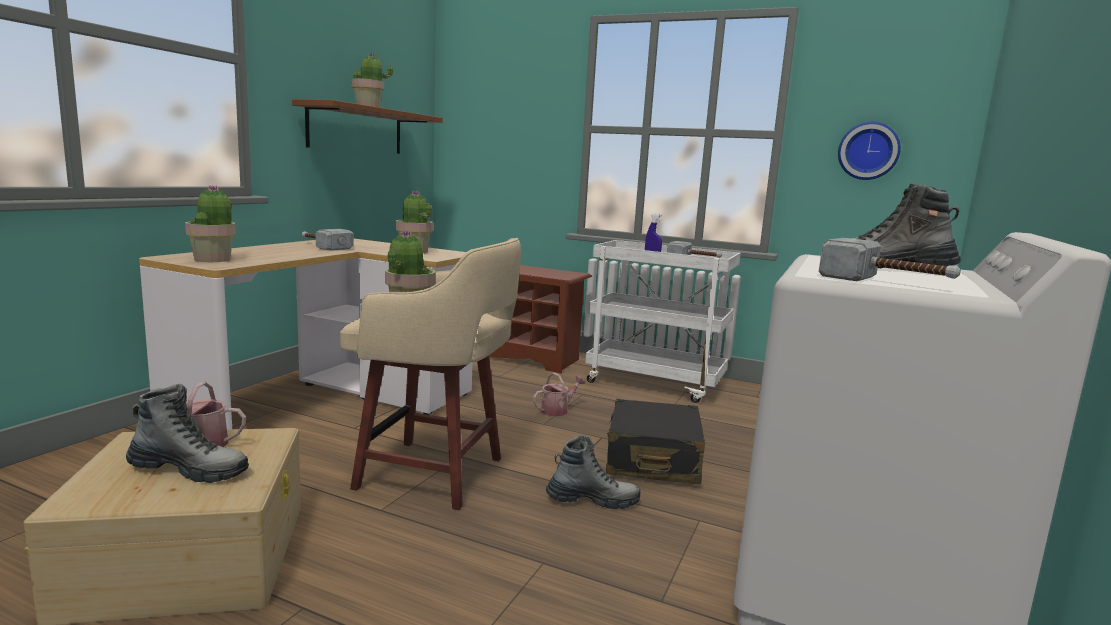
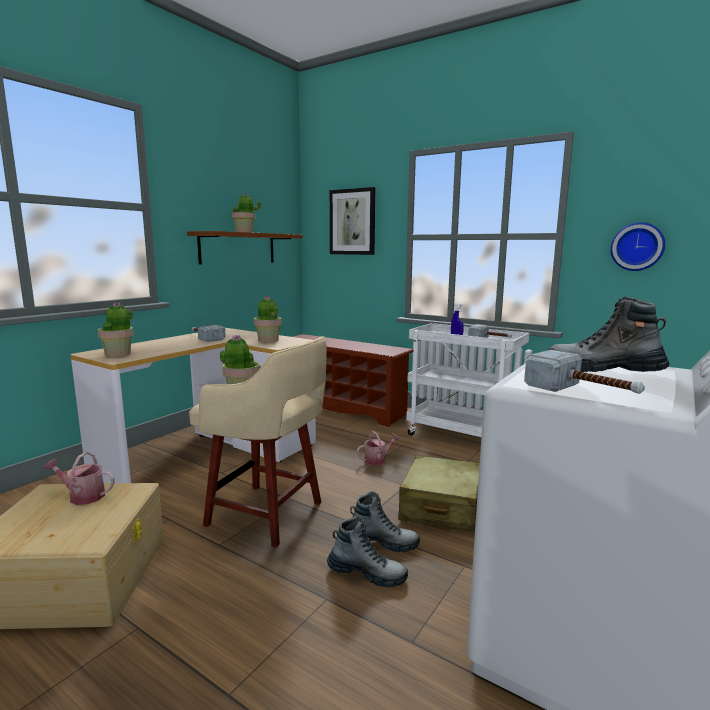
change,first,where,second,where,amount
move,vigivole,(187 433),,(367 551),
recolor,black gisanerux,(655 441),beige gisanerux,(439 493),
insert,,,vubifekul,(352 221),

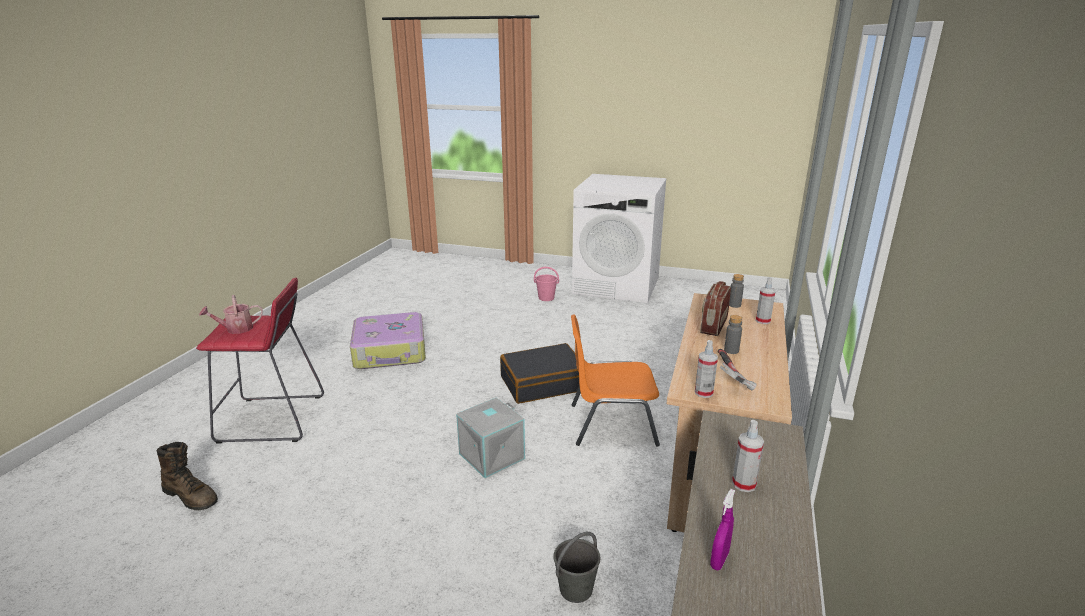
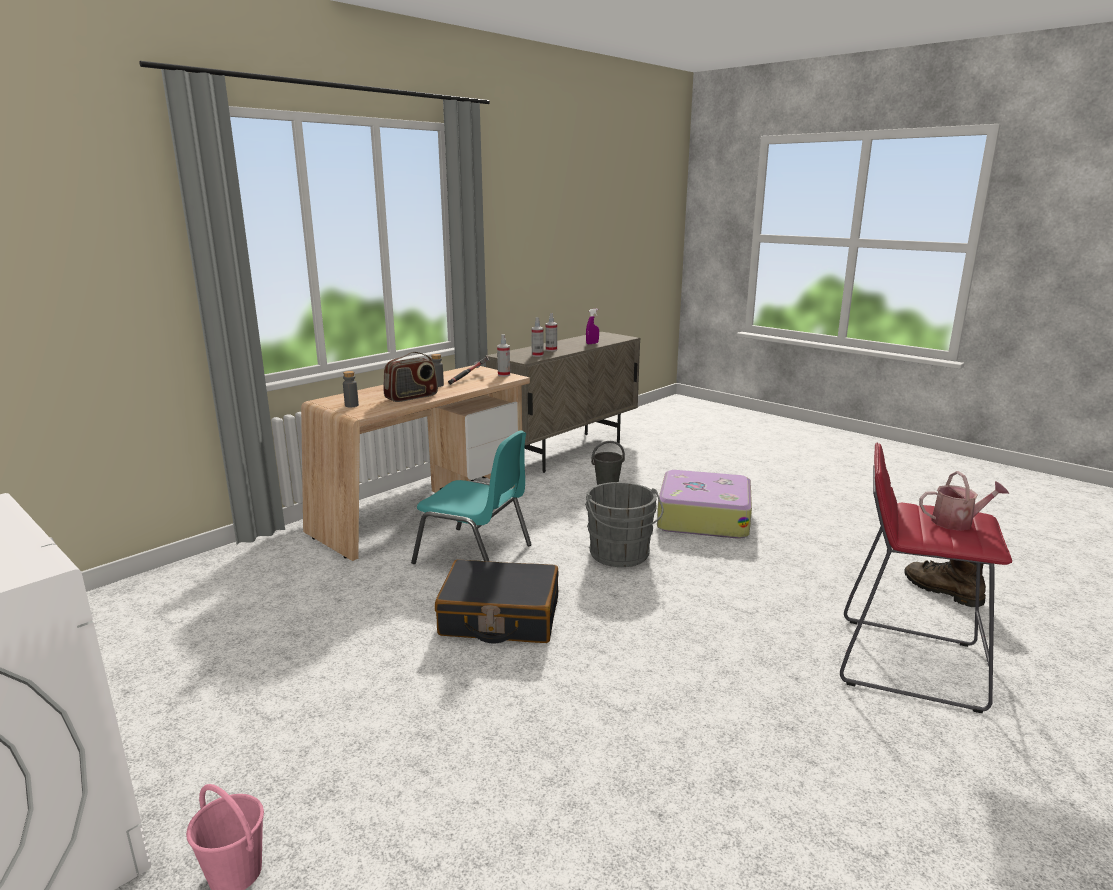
change,first,where,second,where,amount
move,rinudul,(766 300),,(537 337),
move,gisanerux,(388 340),,(704 504),
recolor,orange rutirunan,(615 380),turquoise rutirunan,(471 497),
replace,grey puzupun,(490 438),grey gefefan,(624 524),

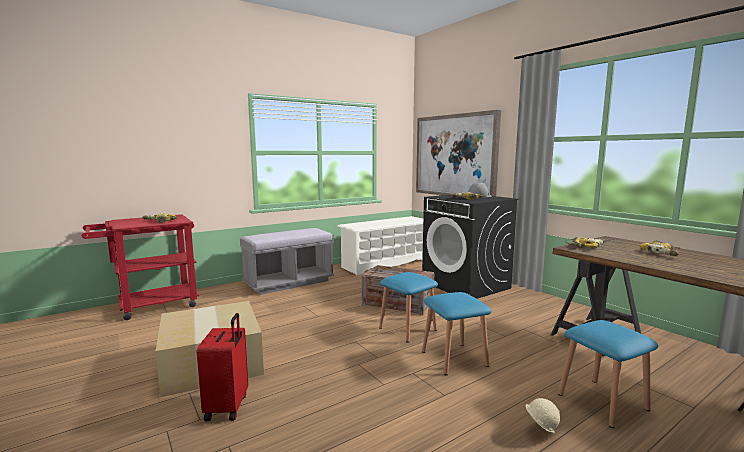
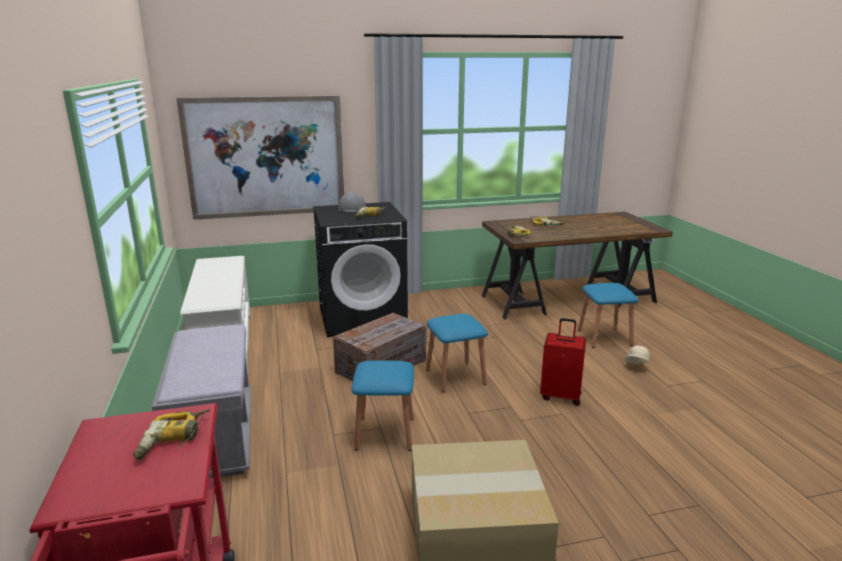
change,first,where,second,where,amount
move,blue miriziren,(456 333),,(383 406),
move,red gisanerux,(222 367),,(563 362),

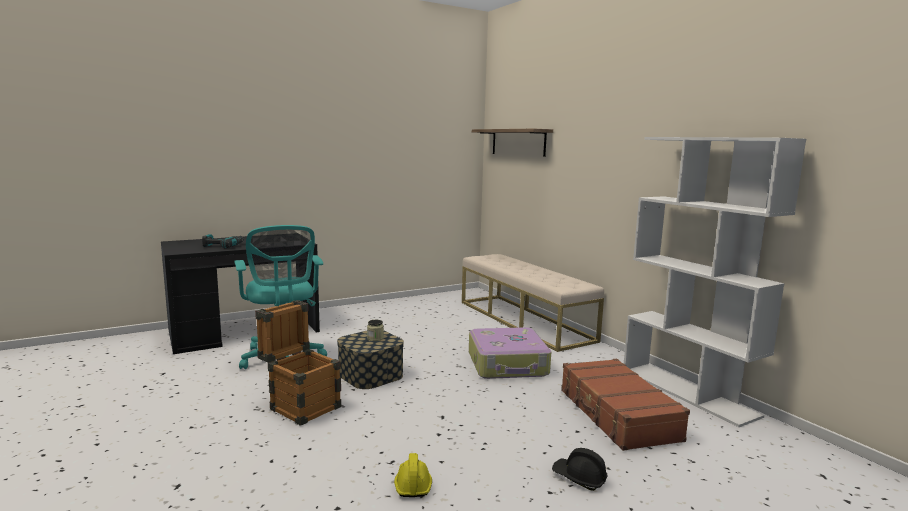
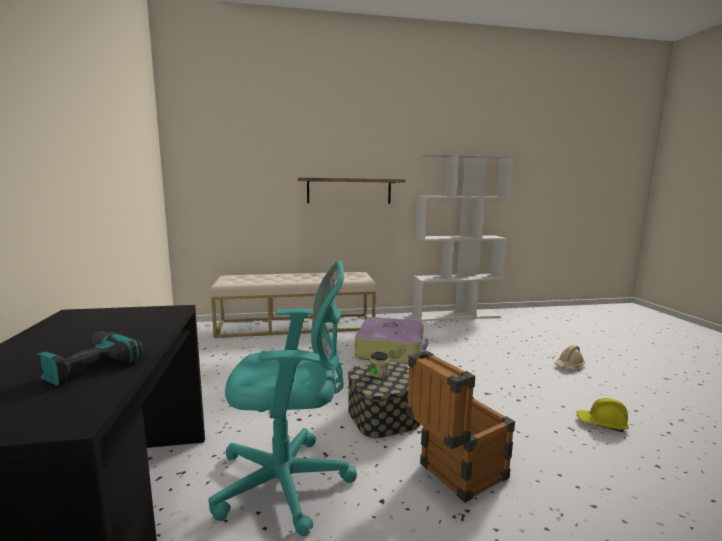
change,first,where,second,where,amount
move,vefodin,(512 143),,(351 191),
delete,brown gisanerux,(625 405),,,
recolor,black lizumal,(580 469),beige lizumal,(569 357),

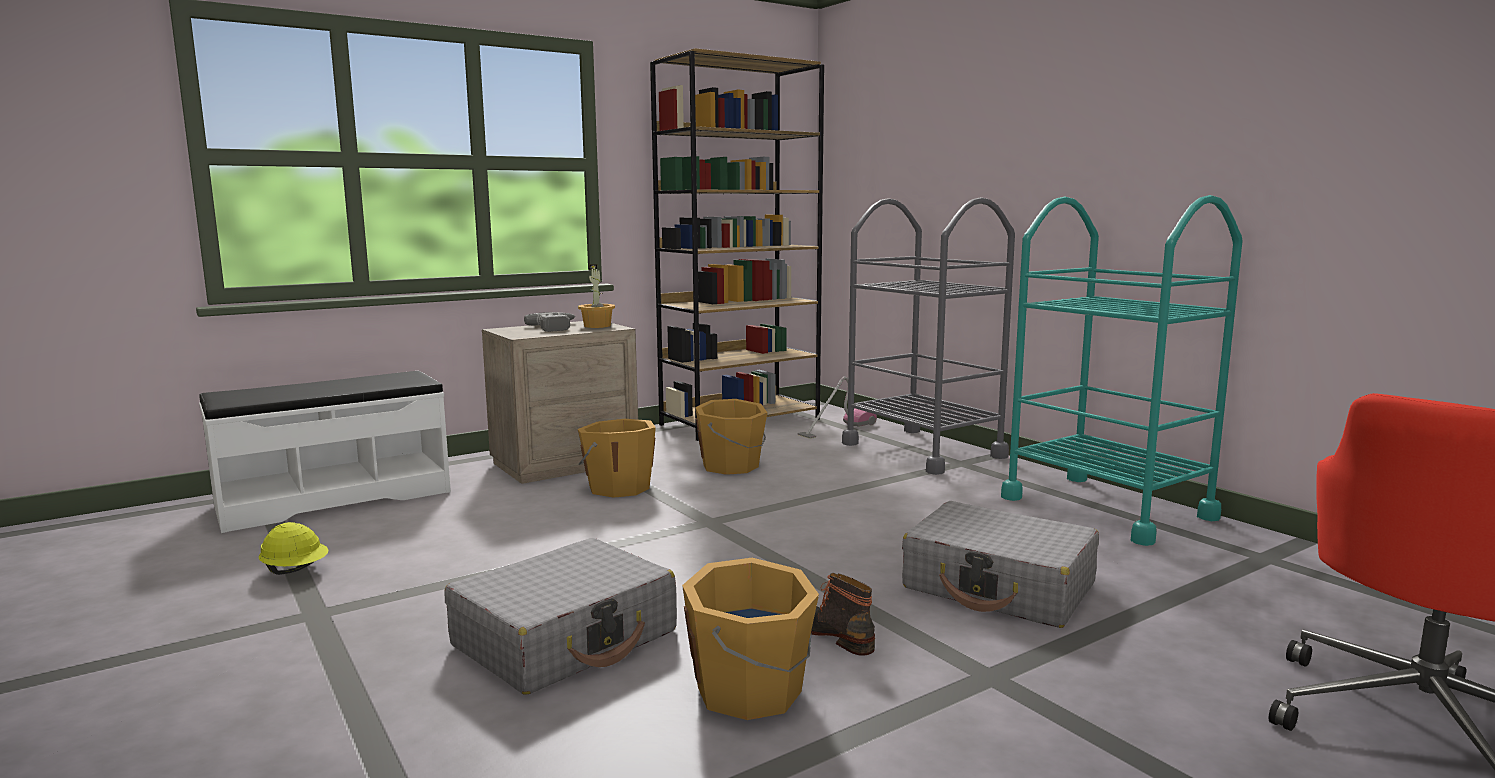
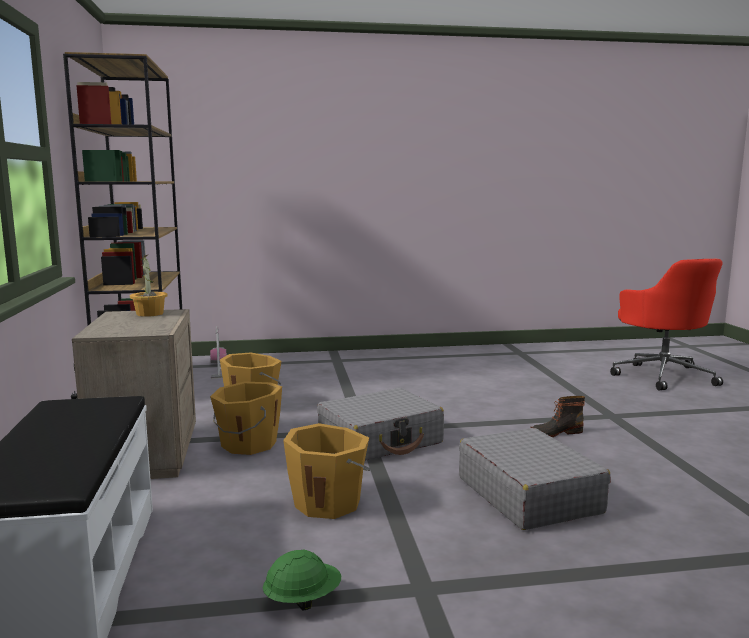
change,first,where,second,where,amount
delete,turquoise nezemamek,(1122 370),,,
delete,grey nezemamek,(928 336),,,
delete,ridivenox,(549 322),,,
move,grey gisanerux,(1000 564),,(380 424),
recolor,yellow lizumal,(293 548),green lizumal,(301 580),
move,orange gefefan,(750 639),,(327 471),

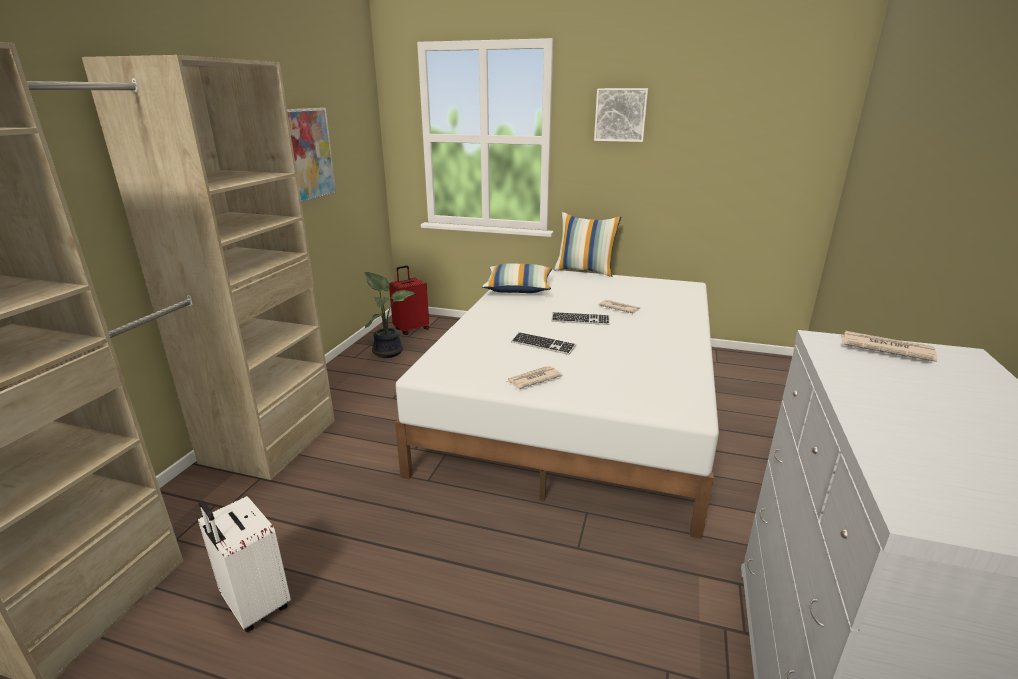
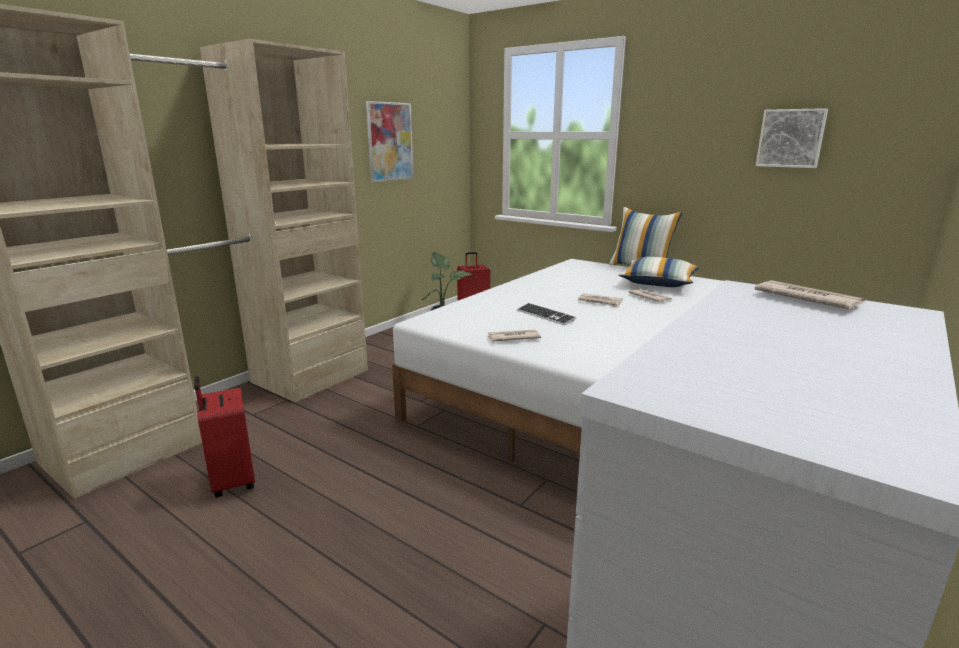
change,first,where,second,where,amount
move,vubifekul,(621 115),,(792 138),
move,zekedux,(517 278),,(658 272),
replace,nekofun,(580 318),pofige,(600 300),
recolor,white gisanerux,(244 564),red gisanerux,(224 436),

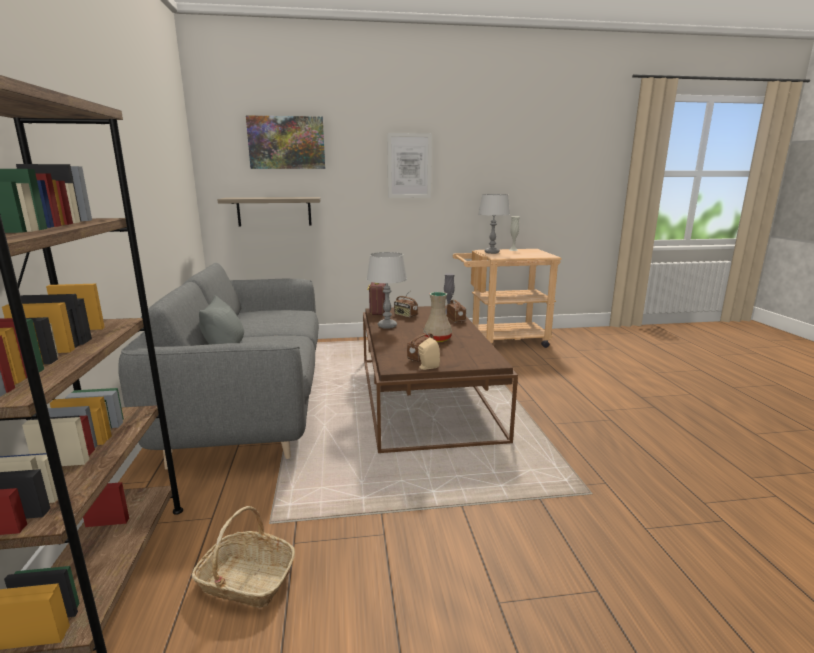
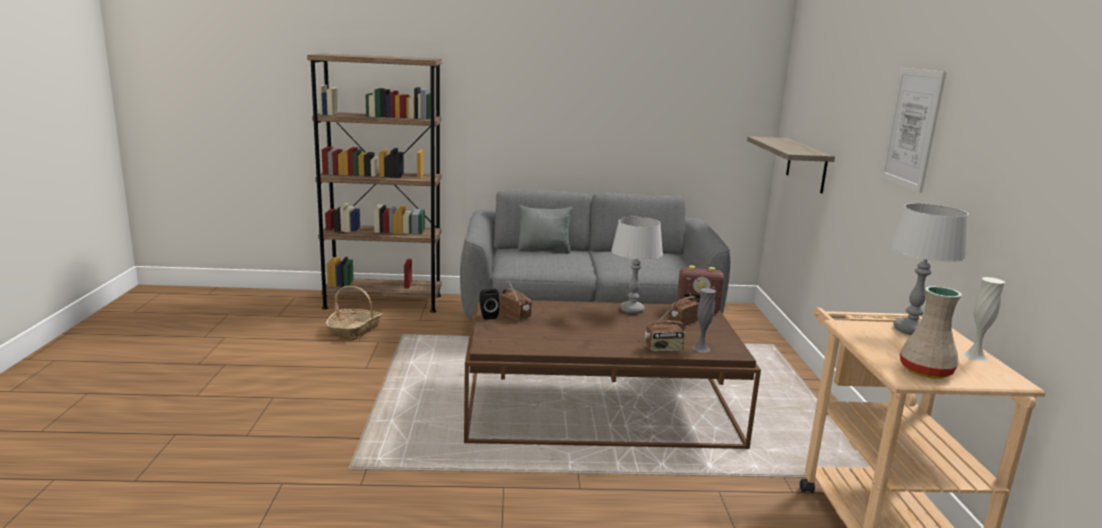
change,first,where,second,where,amount
delete,vubifekul,(285 142),,,
move,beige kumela,(437 317),,(931 332),
recolor,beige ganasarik,(429 354),black ganasarik,(489 304),

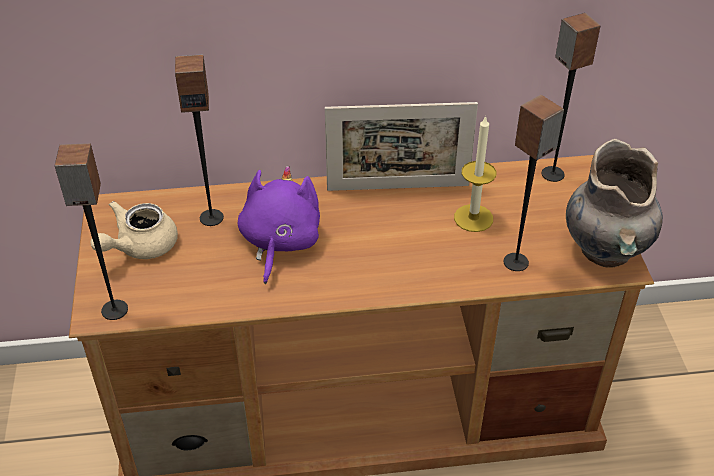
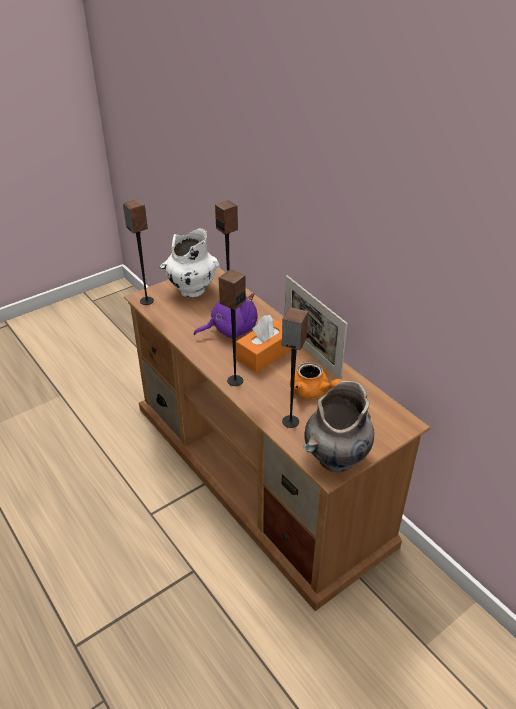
change,first,where,second,where,amount
move,ganasarik,(571 97),,(232 327),
replace,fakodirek,(475 173),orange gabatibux,(316 380),
replace,beige gabatibux,(134 230),white kumela,(190 262),
insert,,,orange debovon,(263 344),

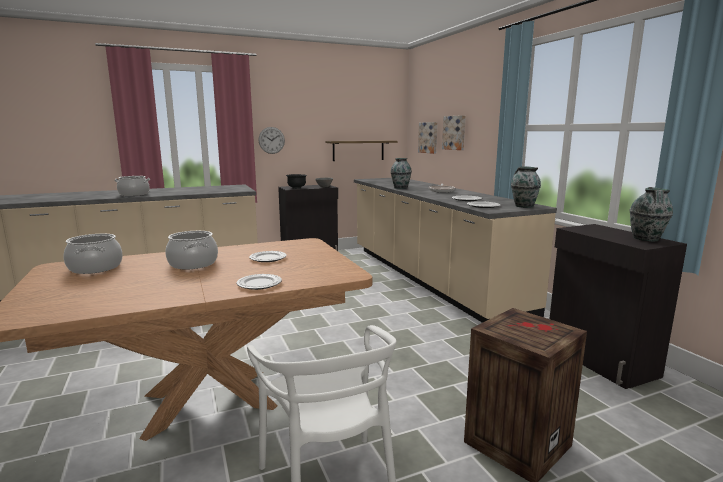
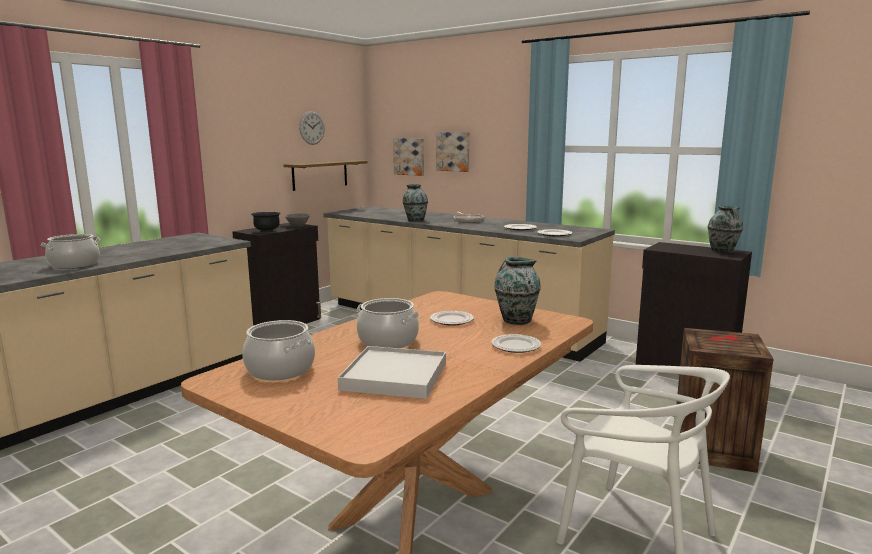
change,first,where,second,where,amount
move,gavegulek,(271 140),,(312 128),
move,kumela,(526 187),,(517 291),
insert,,,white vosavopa,(392 372),

